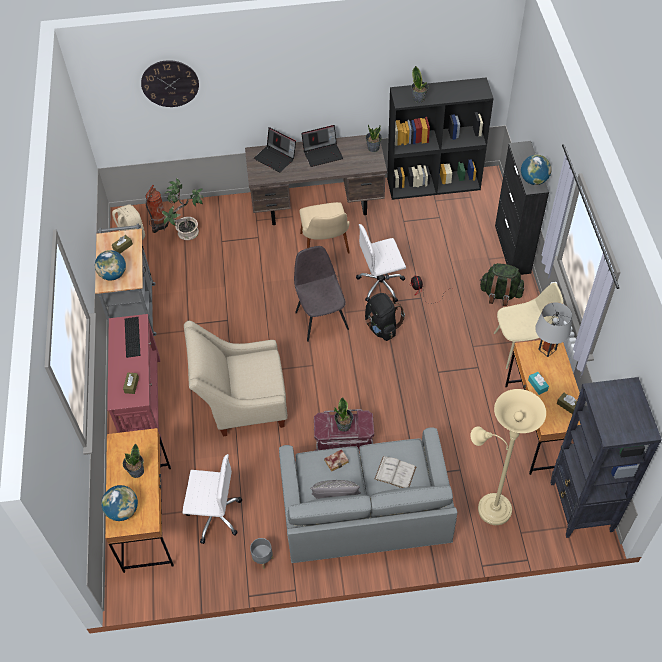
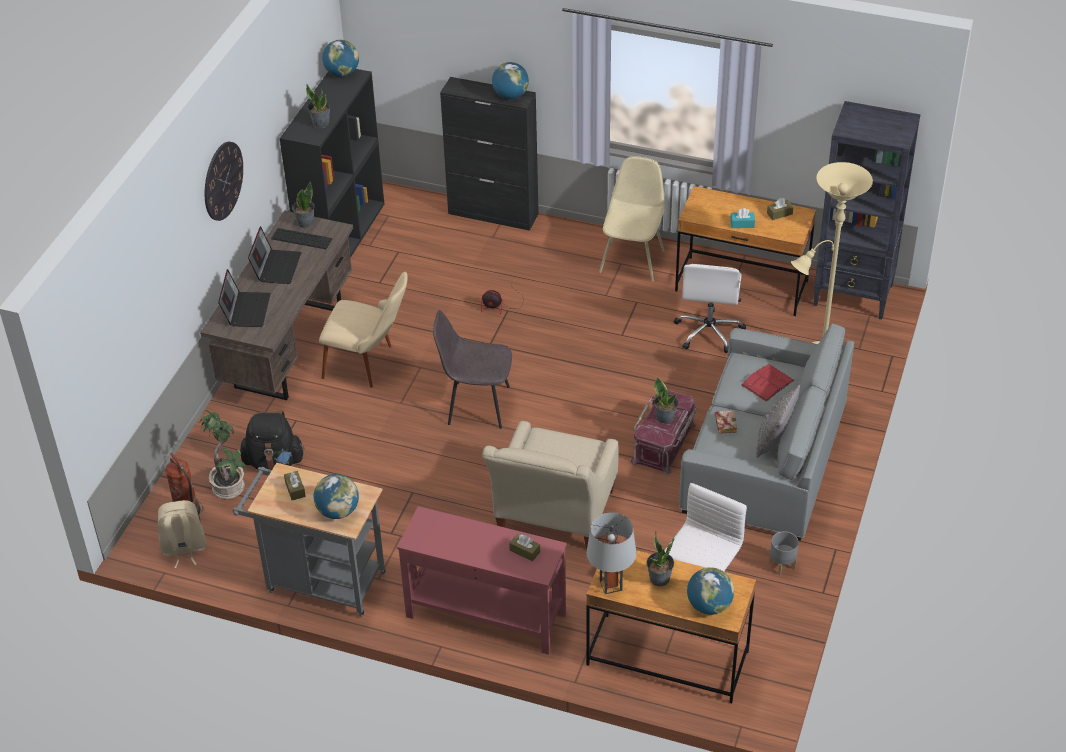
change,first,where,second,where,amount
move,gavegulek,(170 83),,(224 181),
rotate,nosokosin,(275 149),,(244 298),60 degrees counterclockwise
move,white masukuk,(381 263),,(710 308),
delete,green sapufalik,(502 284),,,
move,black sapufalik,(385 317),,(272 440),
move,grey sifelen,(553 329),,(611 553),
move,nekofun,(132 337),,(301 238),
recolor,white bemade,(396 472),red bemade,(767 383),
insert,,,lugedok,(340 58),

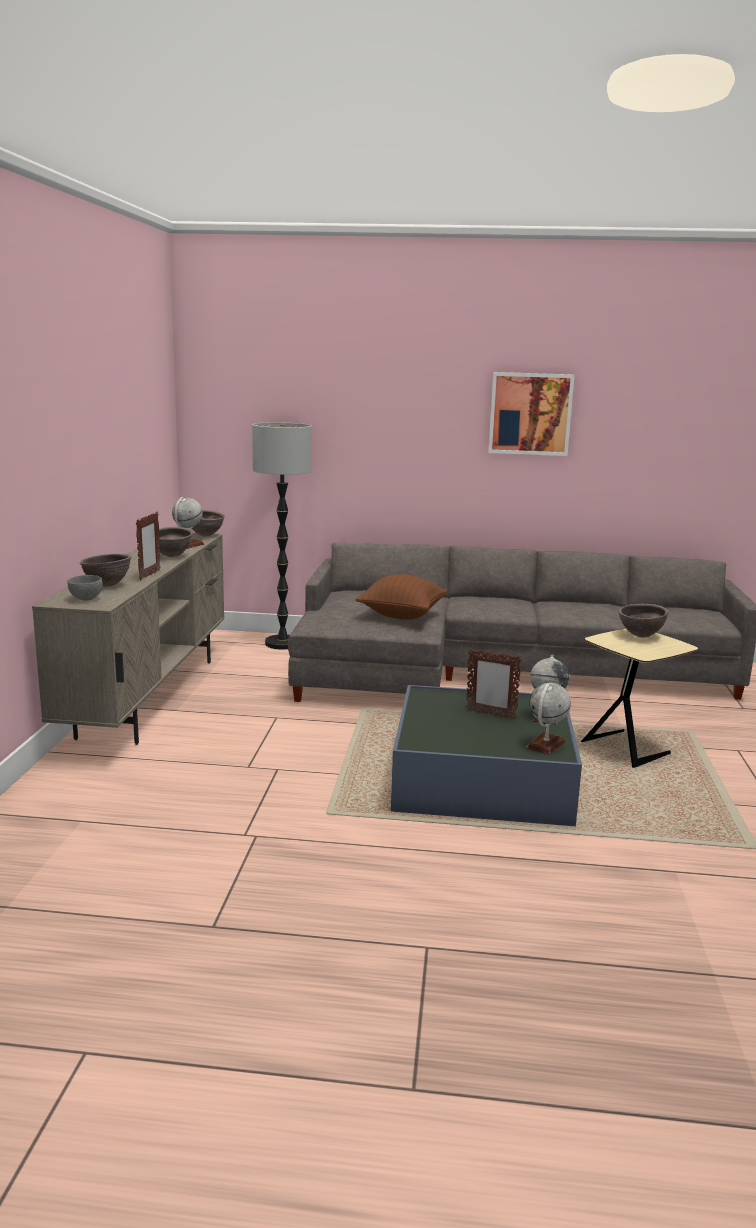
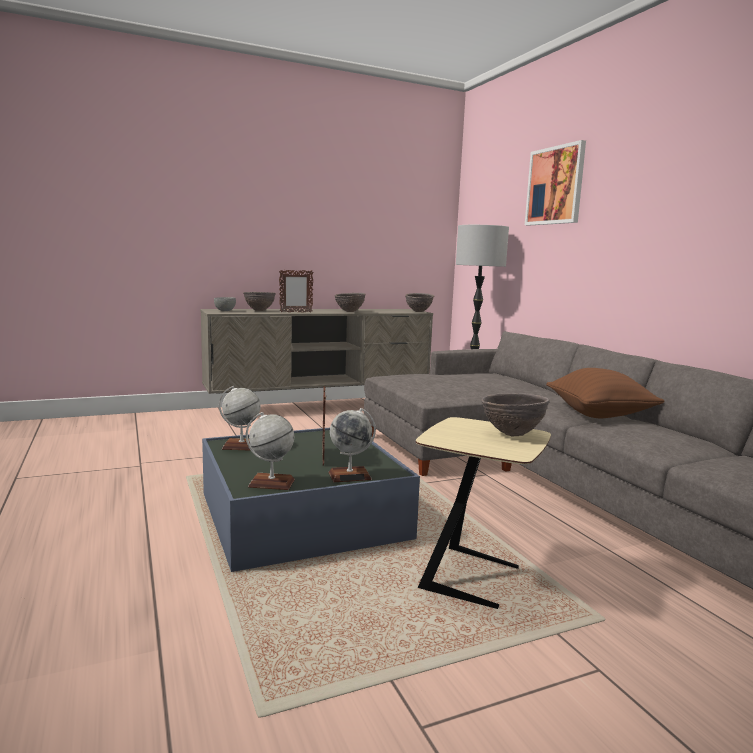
change,first,where,second,where,amount
move,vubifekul,(531 414),,(555 183),
move,lugedok,(188 523),,(240 418),
move,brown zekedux,(402 597),,(605 393),

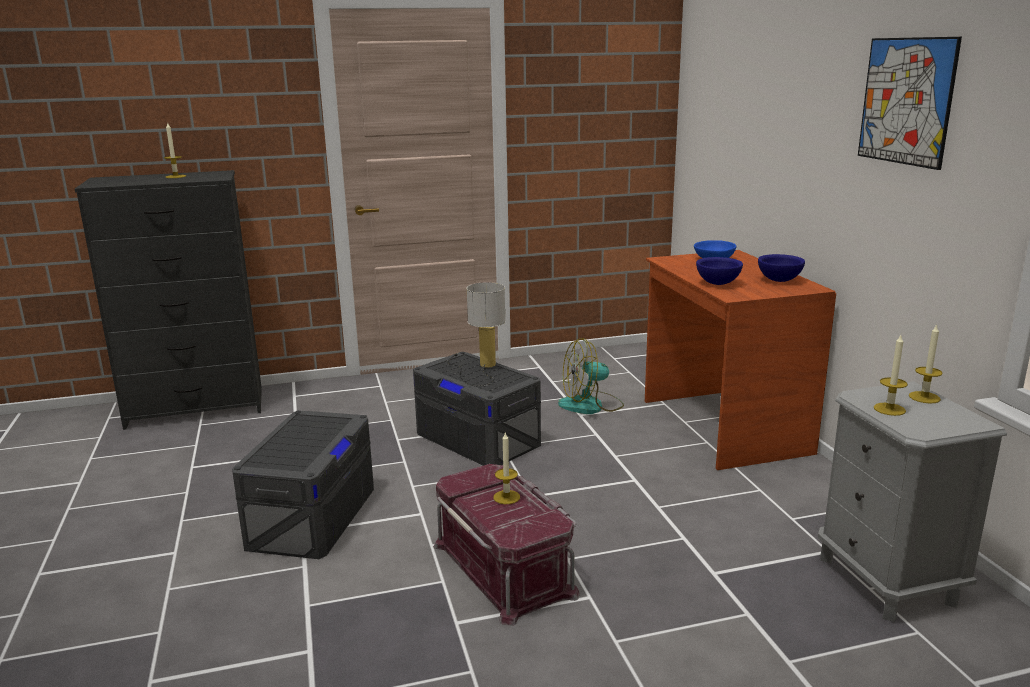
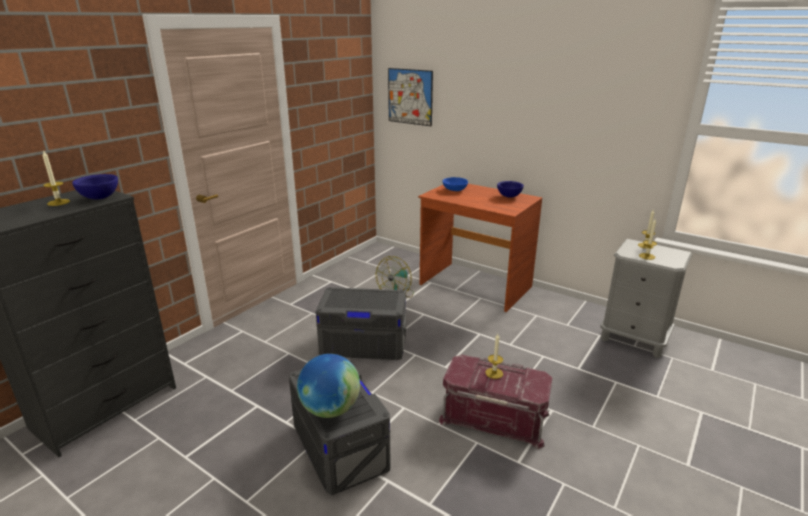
change,first,where,second,where,amount
move,vubifekul,(910 103),,(410 97),
move,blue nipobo,(719 271),,(95 186),
delete,sifelen,(476 334),,,
insert,,,lugedok,(328 386),

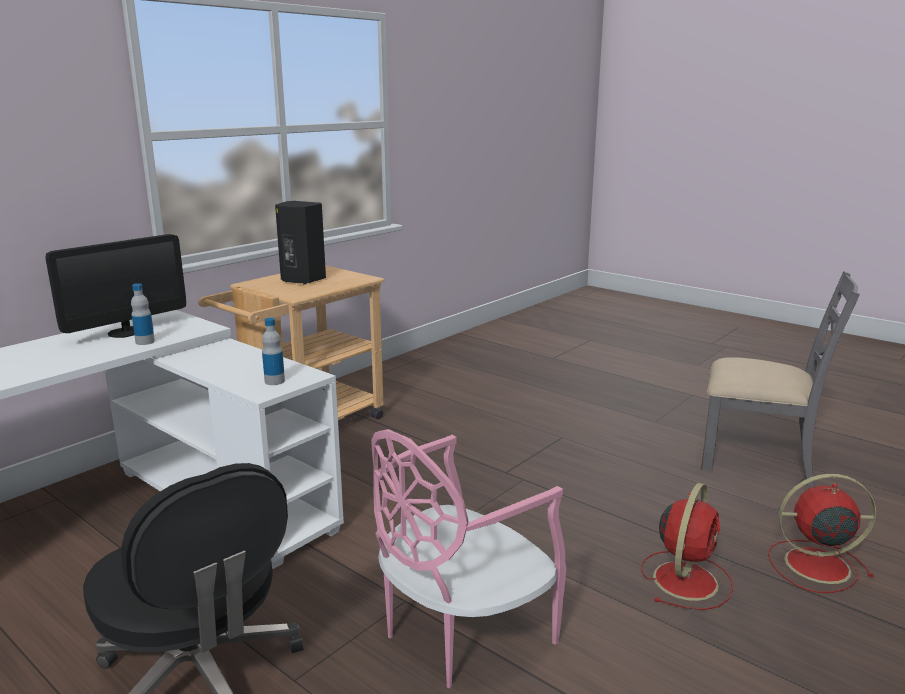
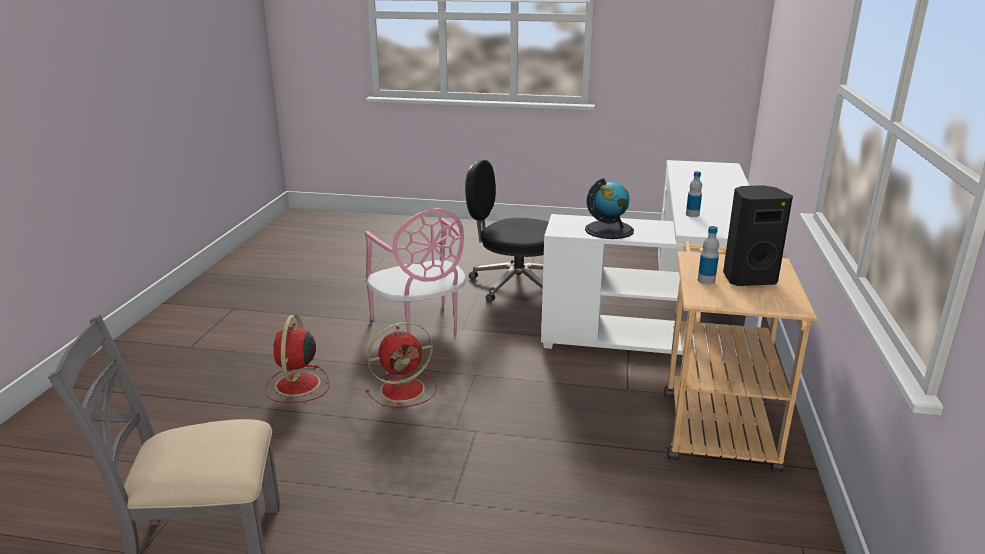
change,first,where,second,where,amount
delete,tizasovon,(115 286),,,
move,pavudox,(273 351),,(708 255),
rotate,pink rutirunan,(469 558),,(415 271),135 degrees clockwise
move,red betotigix,(822 533),,(401 365),
insert,,,lugedok,(609 208),

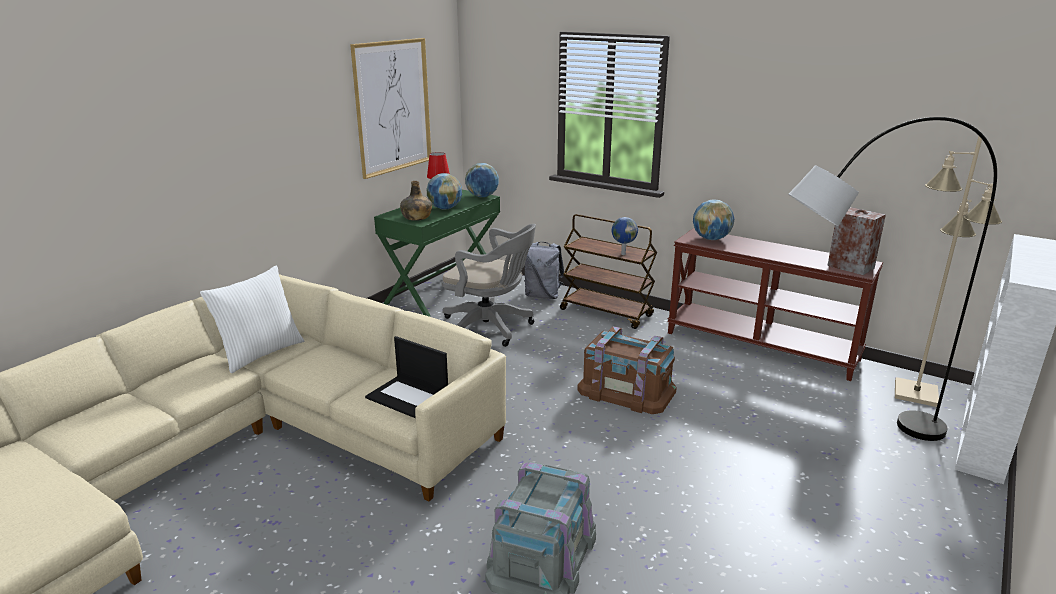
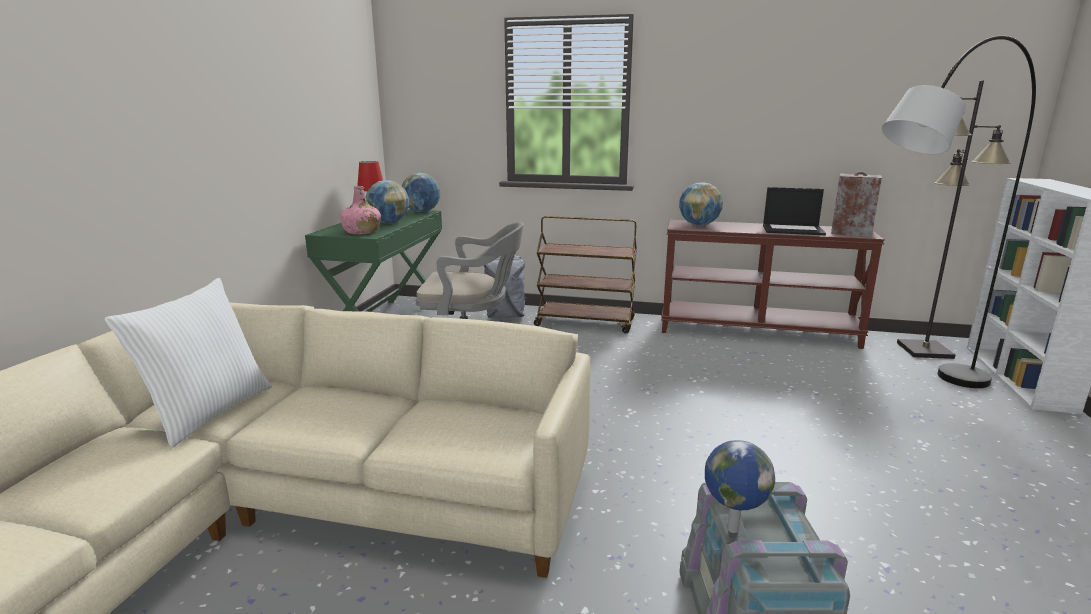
change,first,where,second,where,amount
delete,vubifekul,(390 108),,,
recolor,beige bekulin,(948 271),black bekulin,(954 219),
recolor,green pavudox,(416 201),pink pavudox,(360 210),
move,lugedok,(625 236),,(740 486),
delete,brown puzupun,(627 370),,,
move,nosokosin,(406 377),,(794 211),

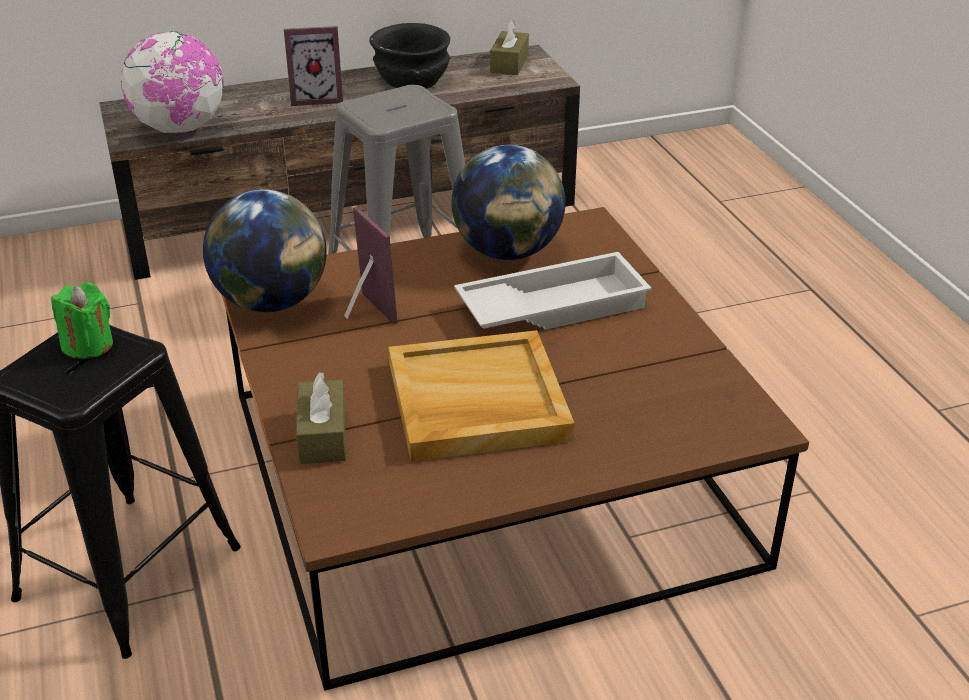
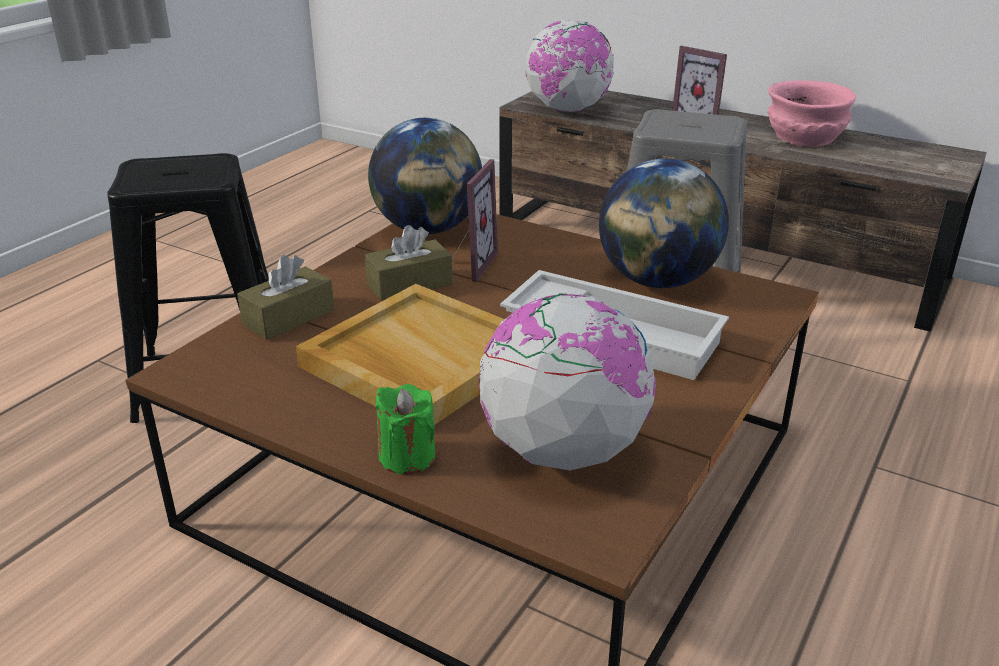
change,first,where,second,where,amount
move,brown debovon,(509 47),,(409 263),
recolor,black nipobo,(409 55),pink nipobo,(811 113),
move,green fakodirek,(82 320),,(405 429),
insert,,,lugedok,(567 382),

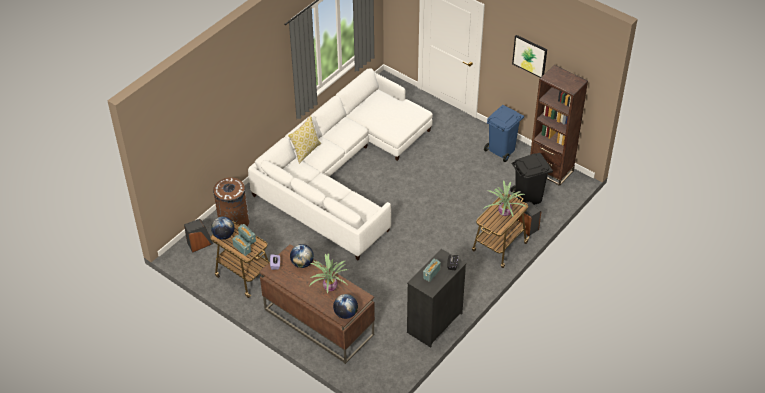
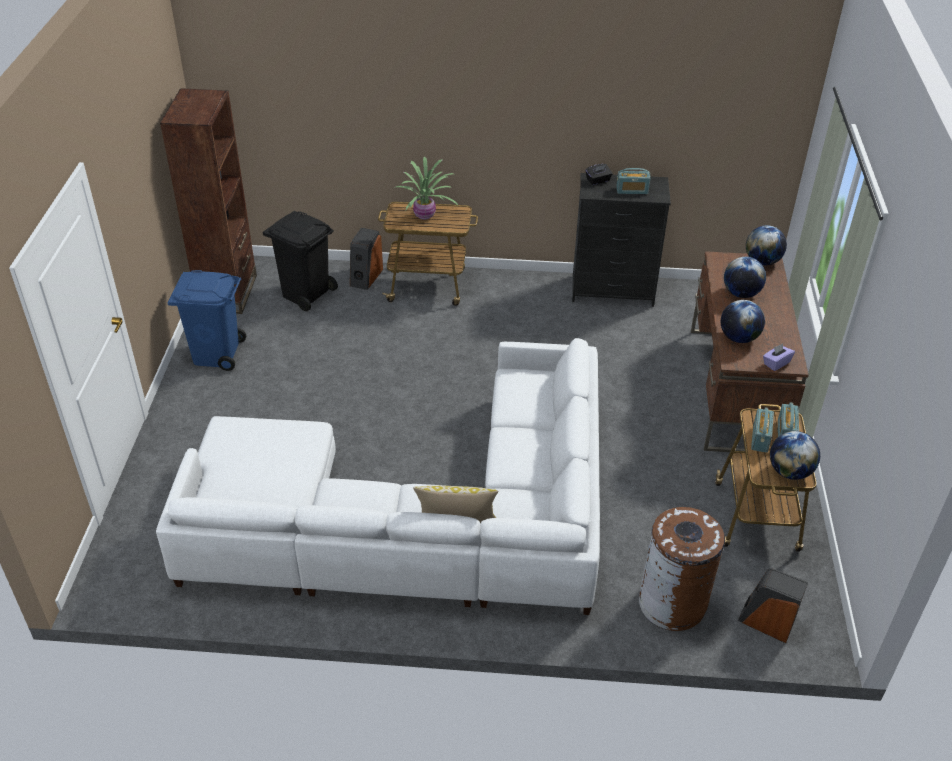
change,first,where,second,where,amount
delete,vubifekul,(529 56),,,
replace,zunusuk,(328 273),lugedok,(745 277),

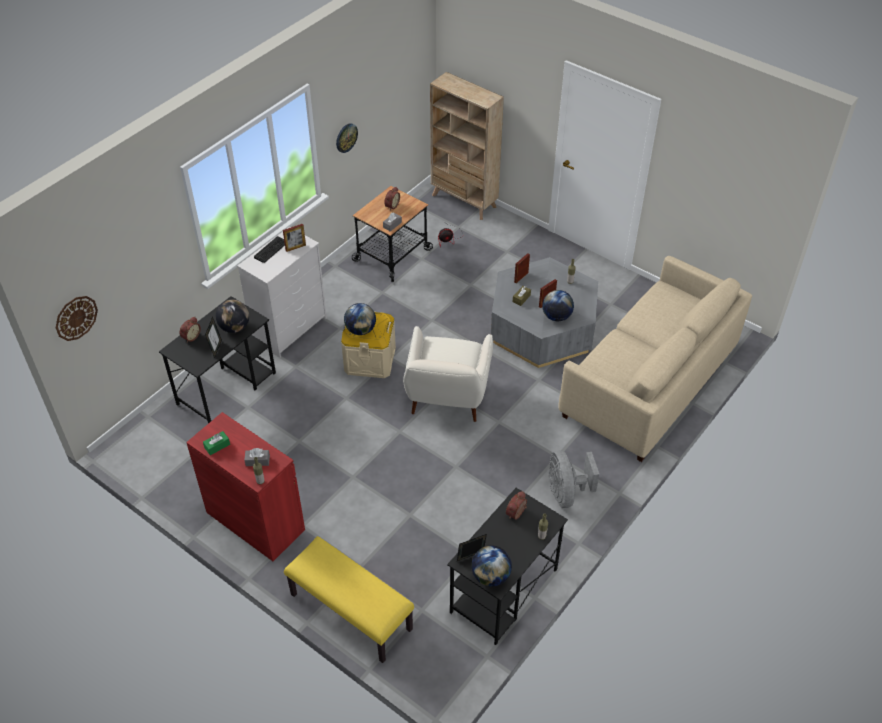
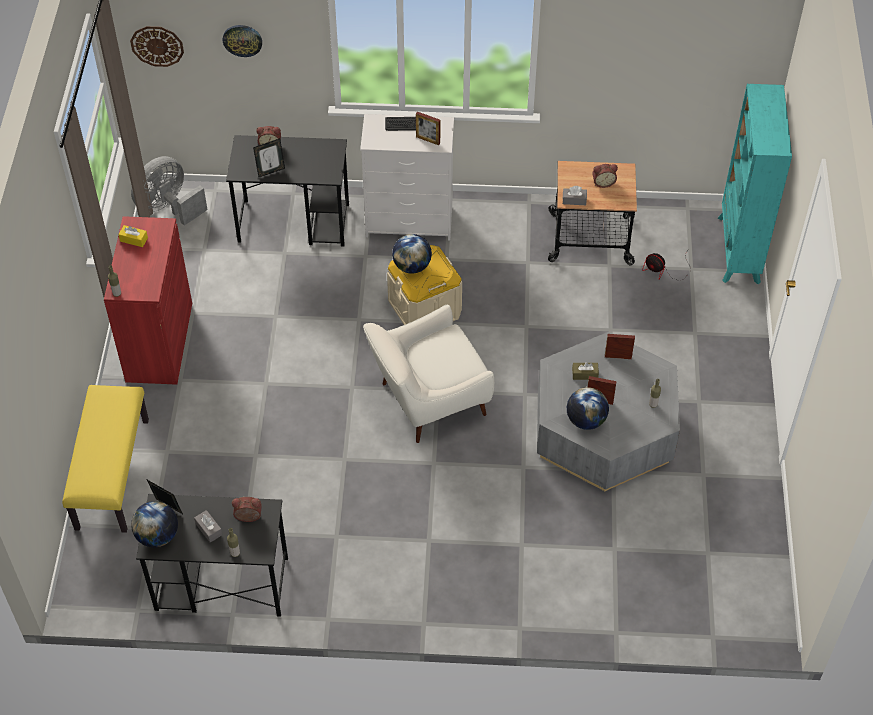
change,first,where,second,where,amount
recolor,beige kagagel,(467 146),turquoise kagagel,(755 184),
move,gavegulek,(347 138),,(242 41),
delete,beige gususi,(655 359),,,
delete,lugedok,(232 316),,,
recolor,green debovon,(216 443),yellow debovon,(133 236),
move,grey debovon,(257 457),,(208 526),
move,grey betotigix,(573 479),,(169 191),

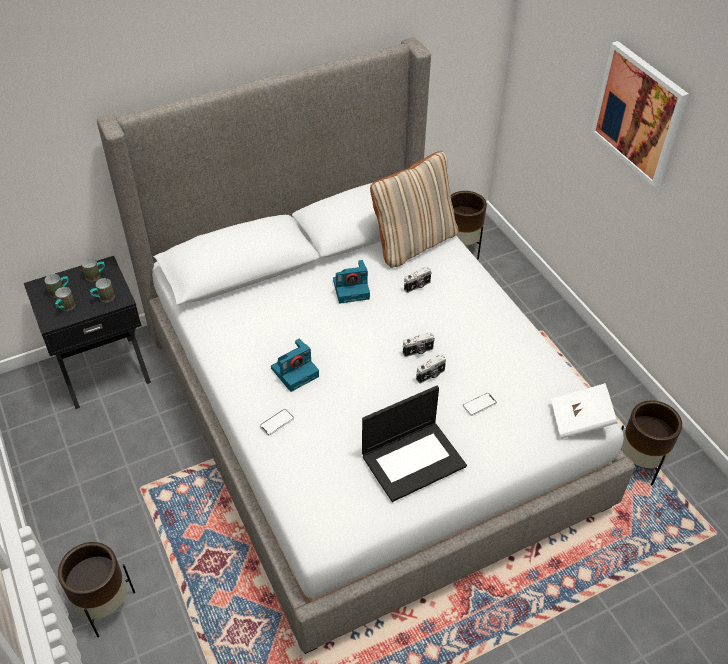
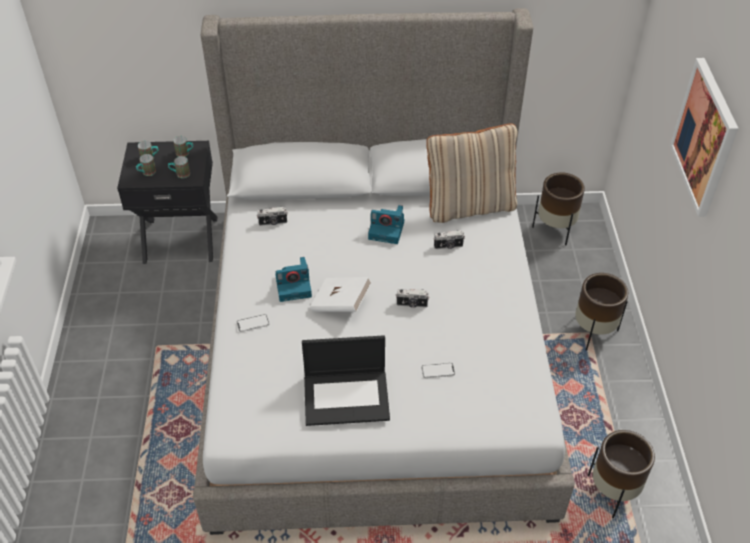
change,first,where,second,where,amount
move,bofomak,(431 369),,(272 216),
move,white bemade,(584 411),,(341 294),
move,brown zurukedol,(96 589),,(601 311),

